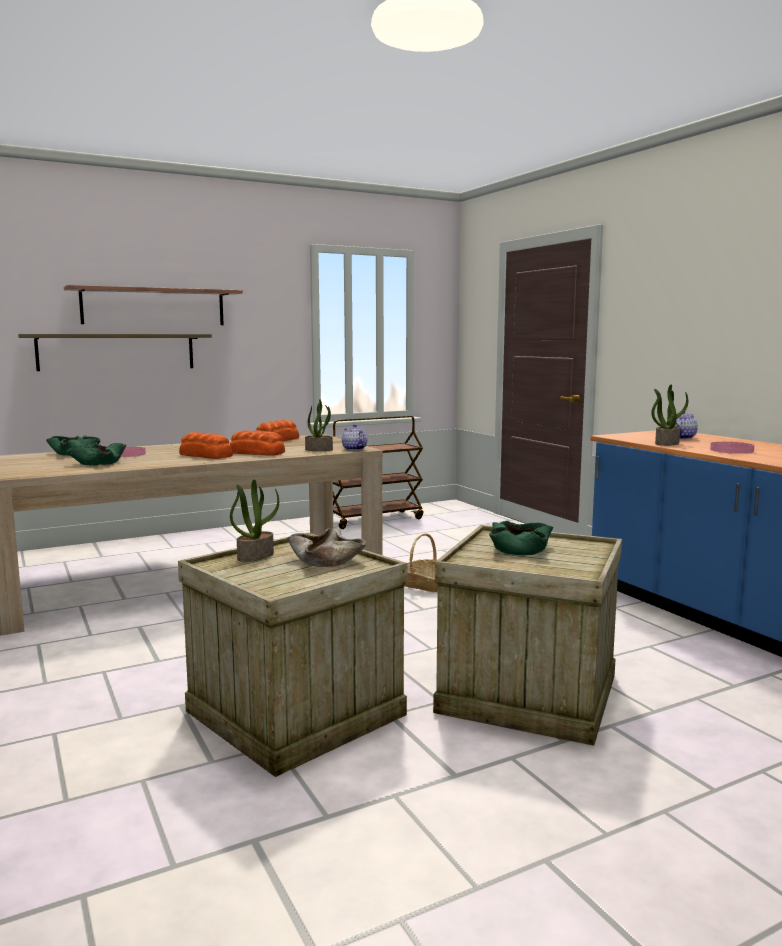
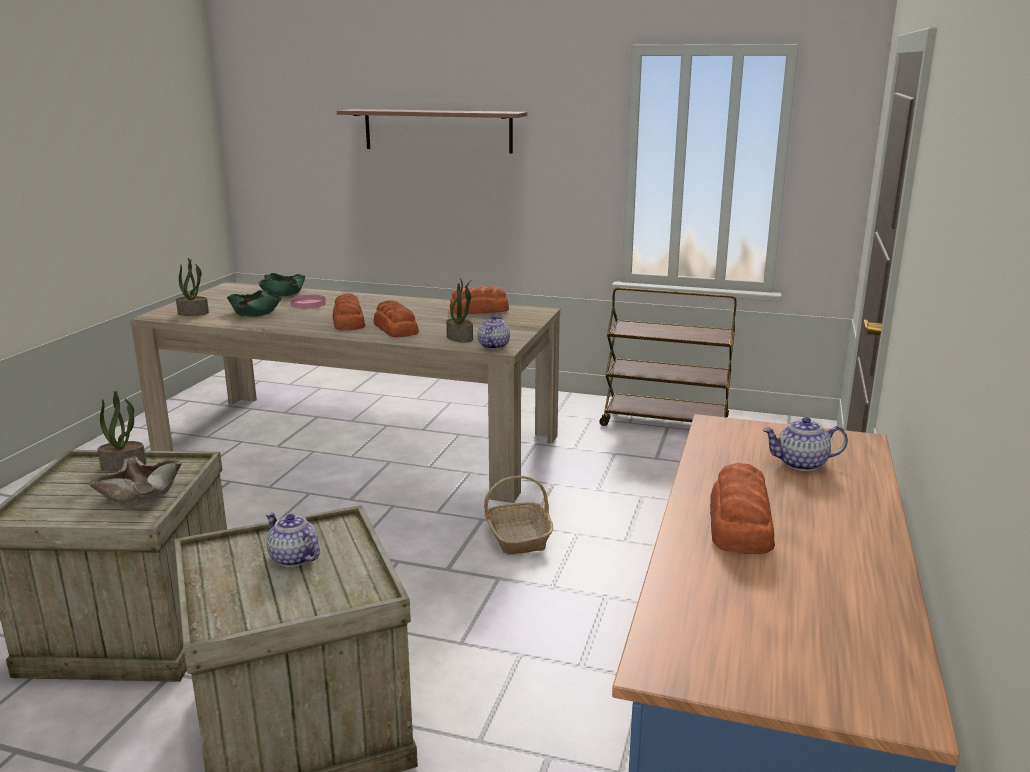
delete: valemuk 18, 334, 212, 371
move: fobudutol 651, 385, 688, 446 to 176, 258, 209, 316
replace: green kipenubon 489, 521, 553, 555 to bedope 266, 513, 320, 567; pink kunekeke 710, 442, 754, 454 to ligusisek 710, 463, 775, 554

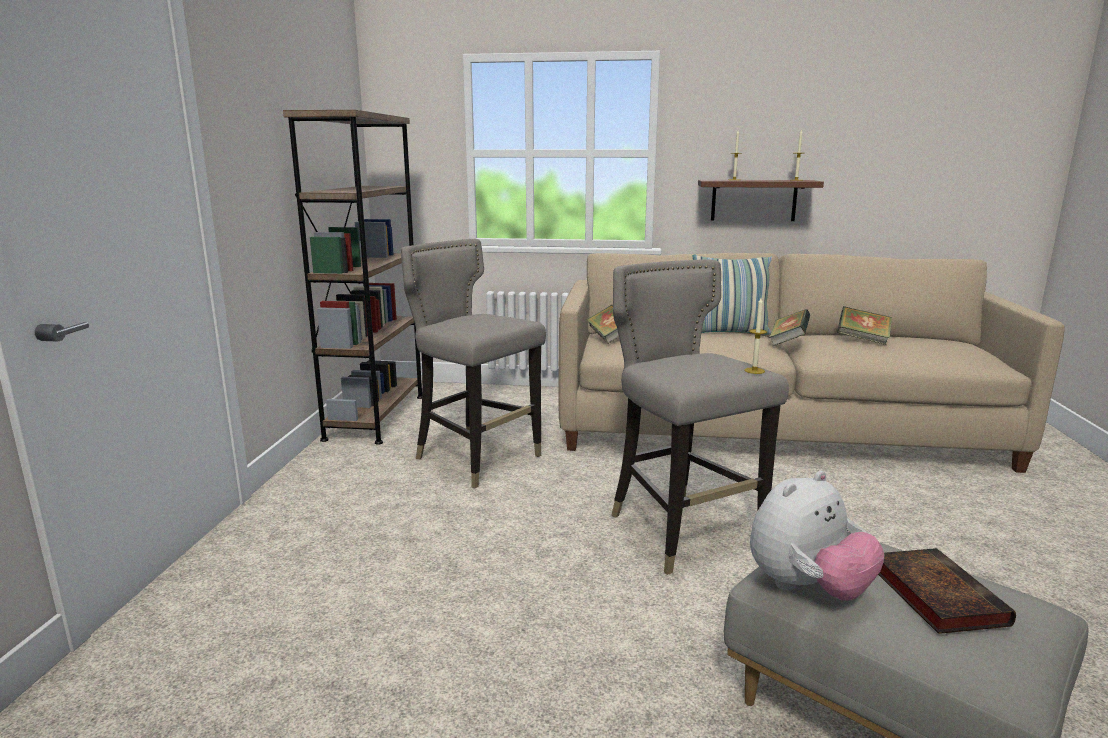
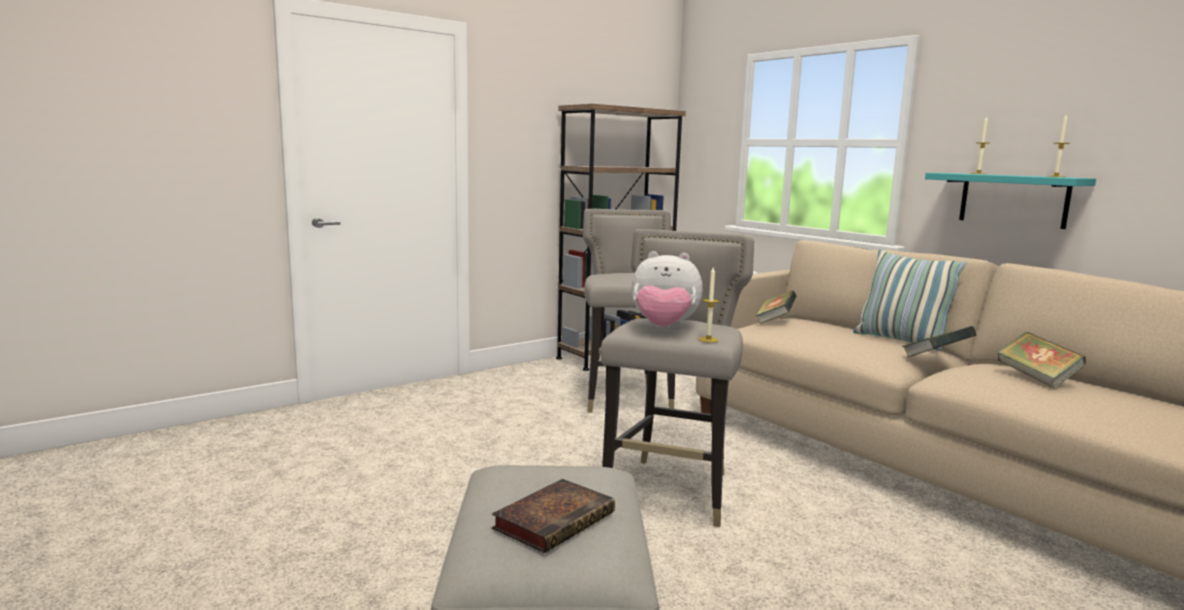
move: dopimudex 750, 471, 884, 601 to 631, 251, 703, 328
recolor: brown valemuk 698, 180, 824, 221 to turquoise valemuk 925, 173, 1096, 229

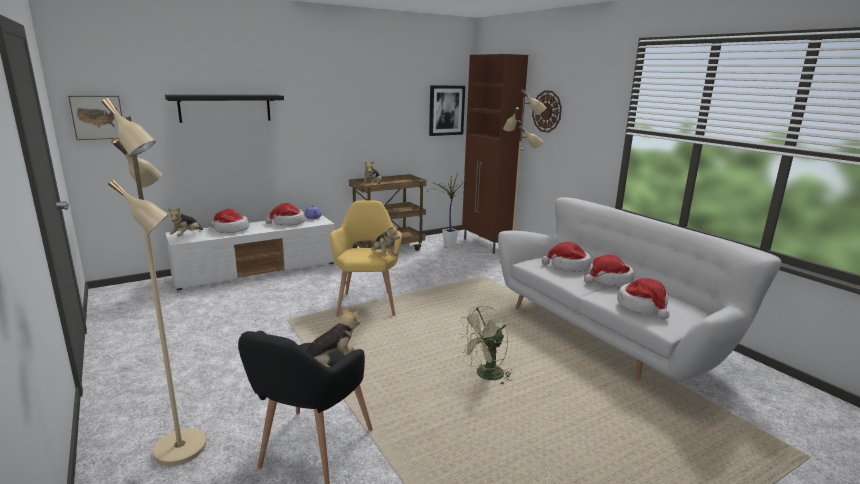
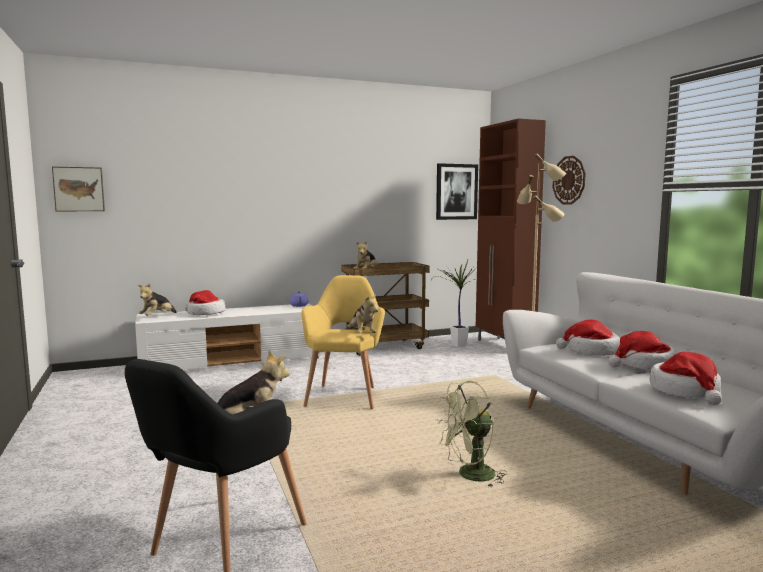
delete: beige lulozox 102, 98, 206, 466; black valemuk 165, 95, 284, 123; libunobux 265, 203, 305, 226

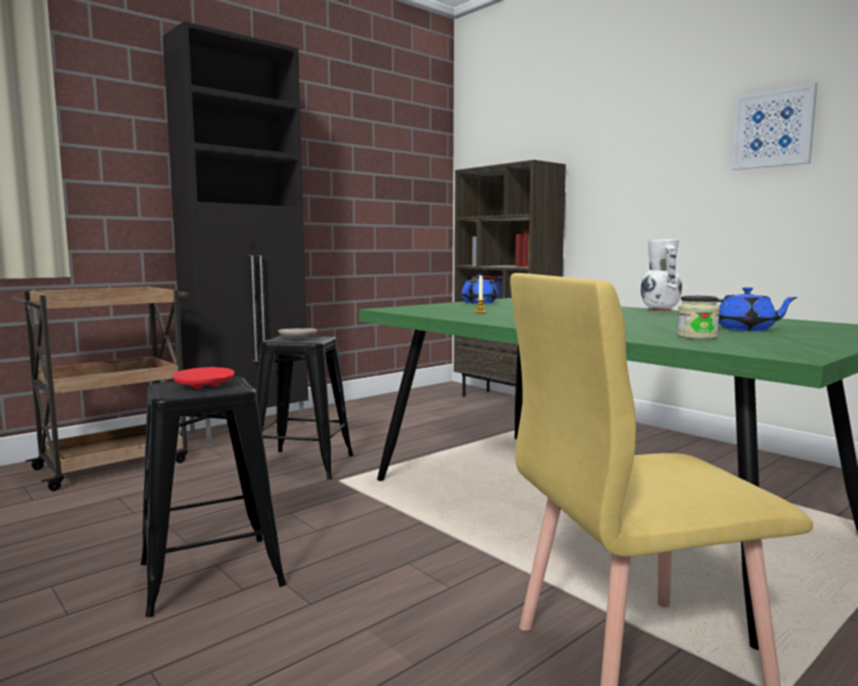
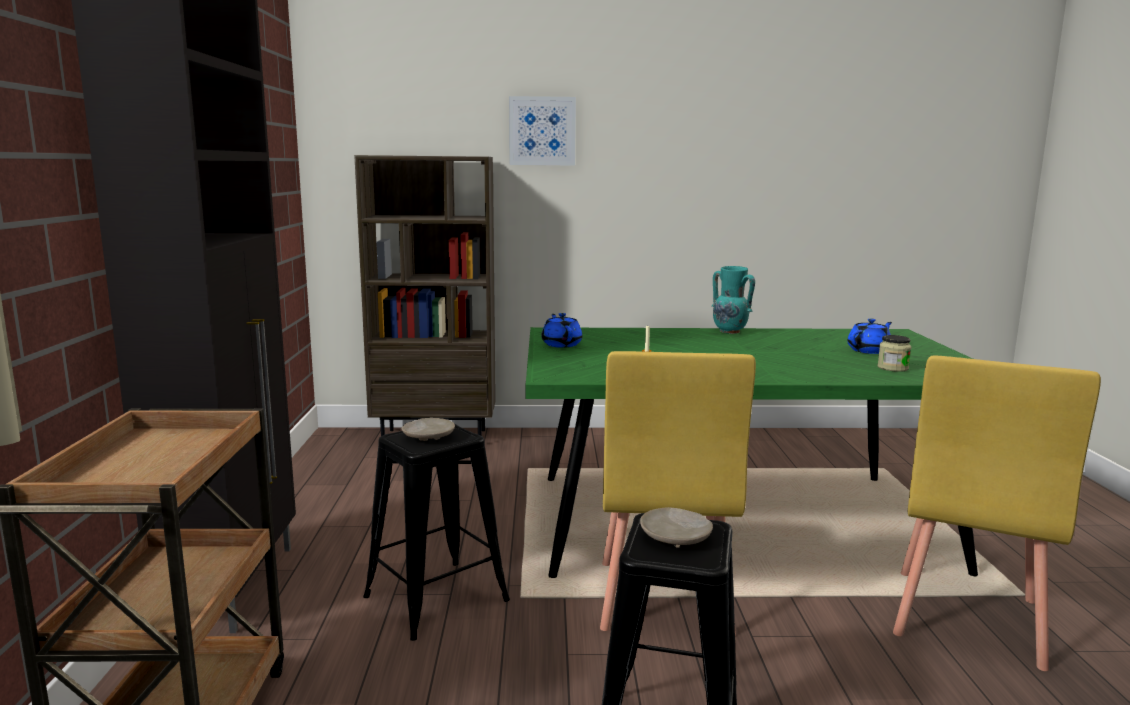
insert: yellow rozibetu 600, 351, 756, 635
move: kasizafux 731, 82, 817, 170 to 509, 96, 576, 166
recolor: red kunekeke 173, 367, 234, 389 to beige kunekeke 640, 507, 713, 545; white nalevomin 641, 239, 682, 312 to turquoise nalevomin 712, 266, 755, 334

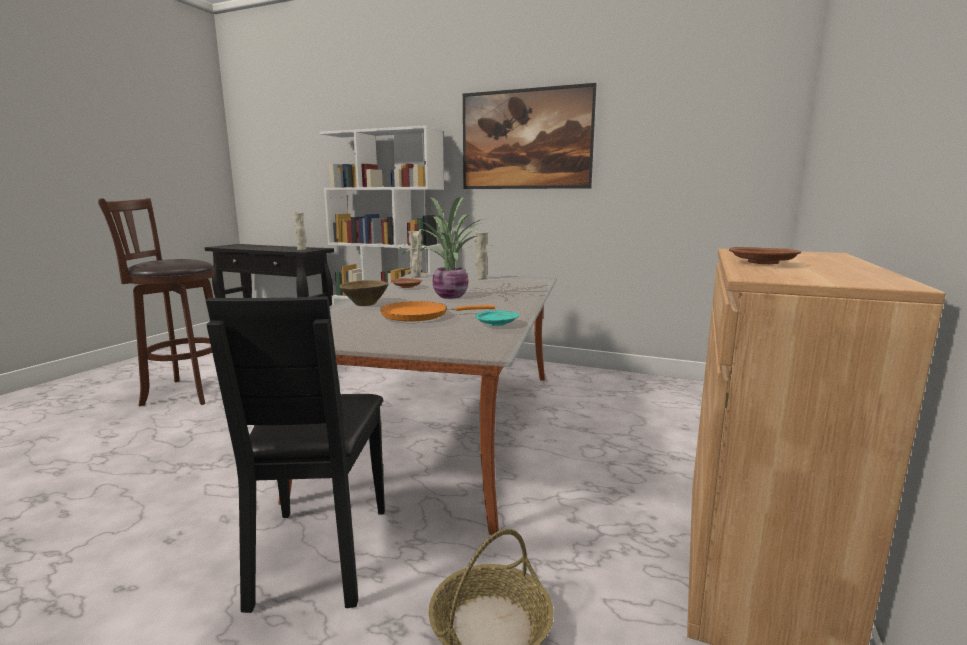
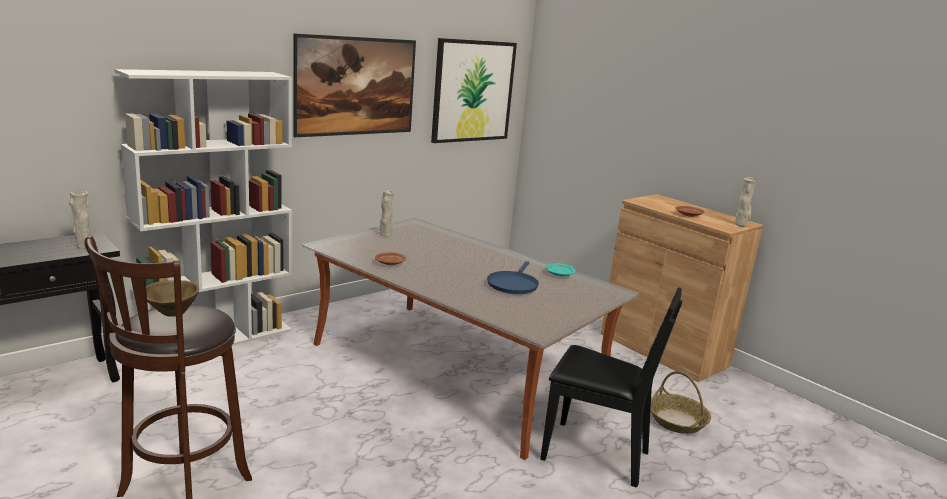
delete: fobudutol 398, 197, 505, 299
insert: kasizafux 431, 38, 517, 143
move: brown kipenubon 340, 280, 388, 306 to 146, 280, 199, 317; beige nalevomin 408, 230, 423, 278 to 735, 177, 756, 227
recolor: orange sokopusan 380, 301, 495, 321 to blue sokopusan 487, 261, 539, 294

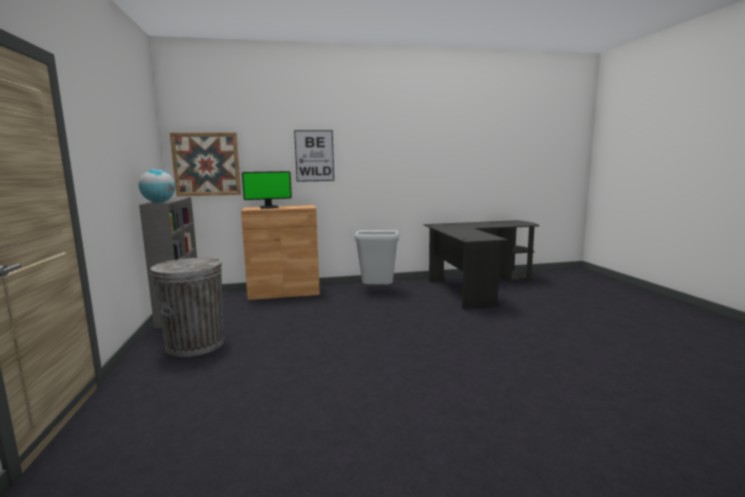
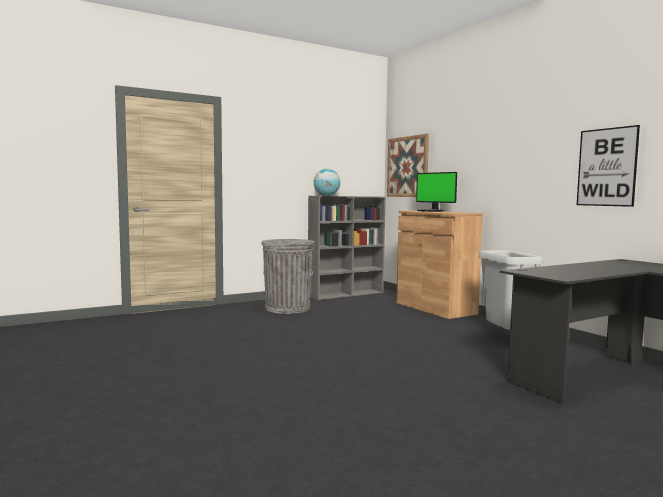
move: kasizafux 294, 130, 334, 182 to 577, 125, 640, 207

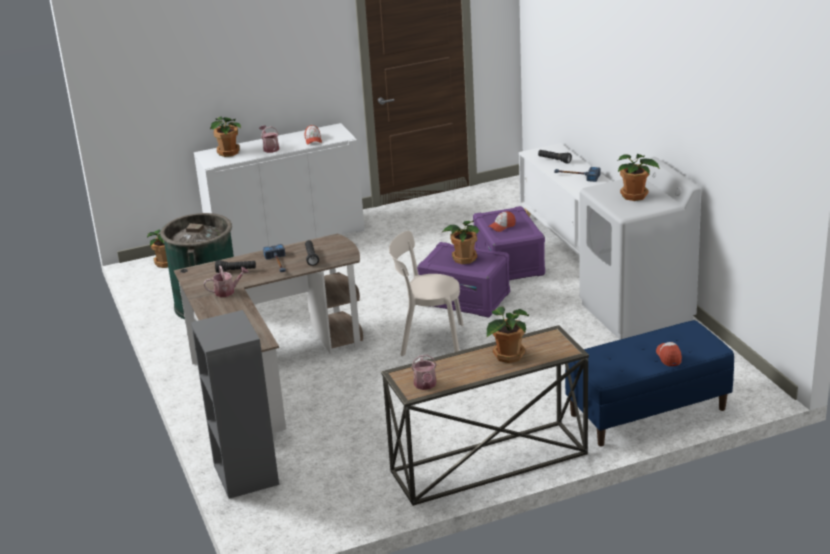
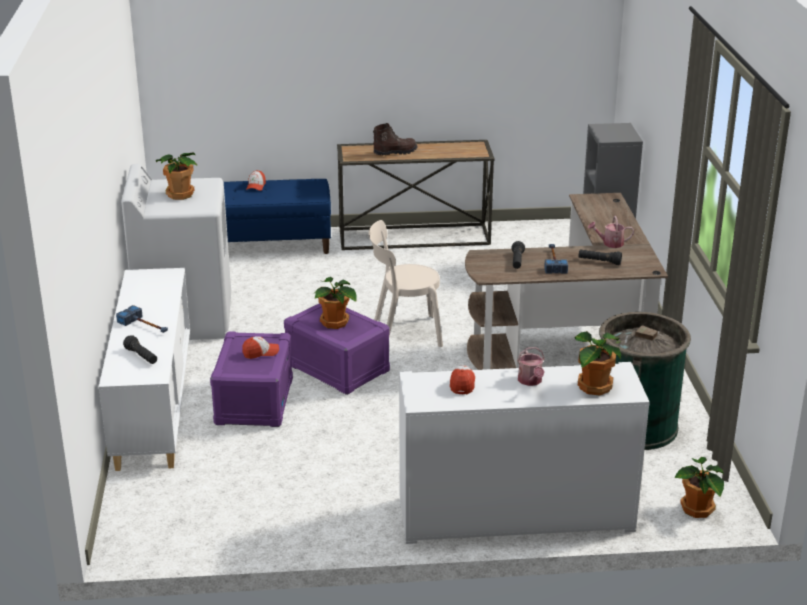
delete: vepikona 411, 355, 437, 390
replace: fobudutol 487, 306, 529, 363 to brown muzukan 373, 123, 418, 155
rotate: beige rozibetu 389, 231, 464, 356 = 368, 220, 443, 347 150 degrees clockwise

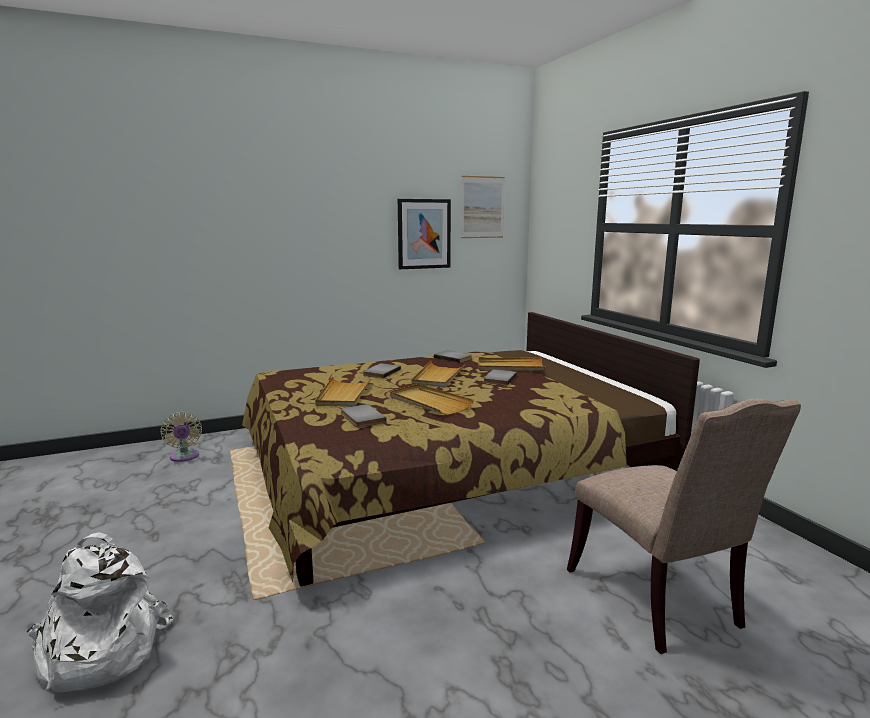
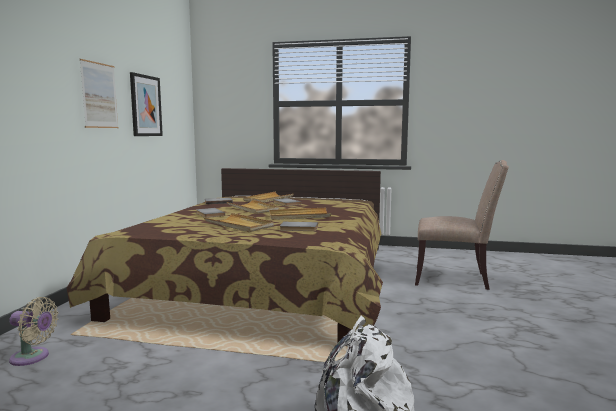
move: kasizafux 461, 176, 505, 238 to 80, 59, 118, 128

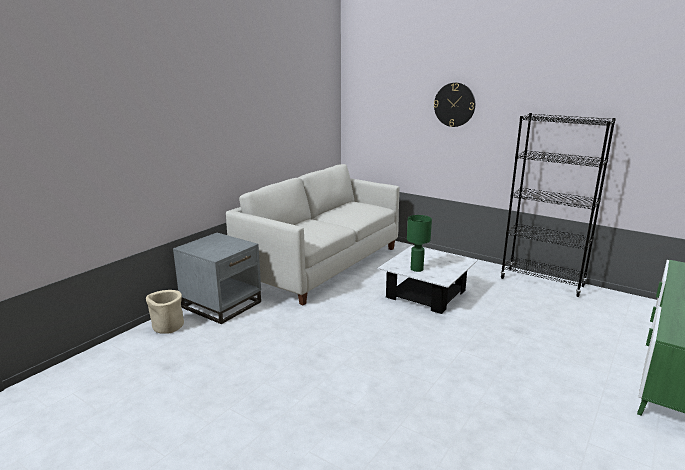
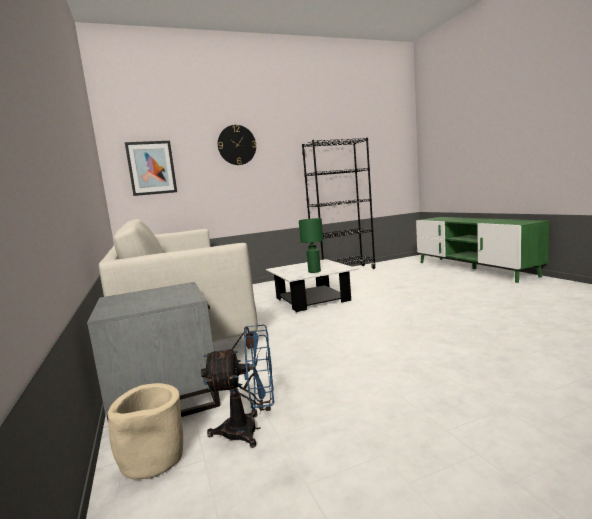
insert: kasizafux 125, 141, 177, 196; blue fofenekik 201, 325, 274, 448

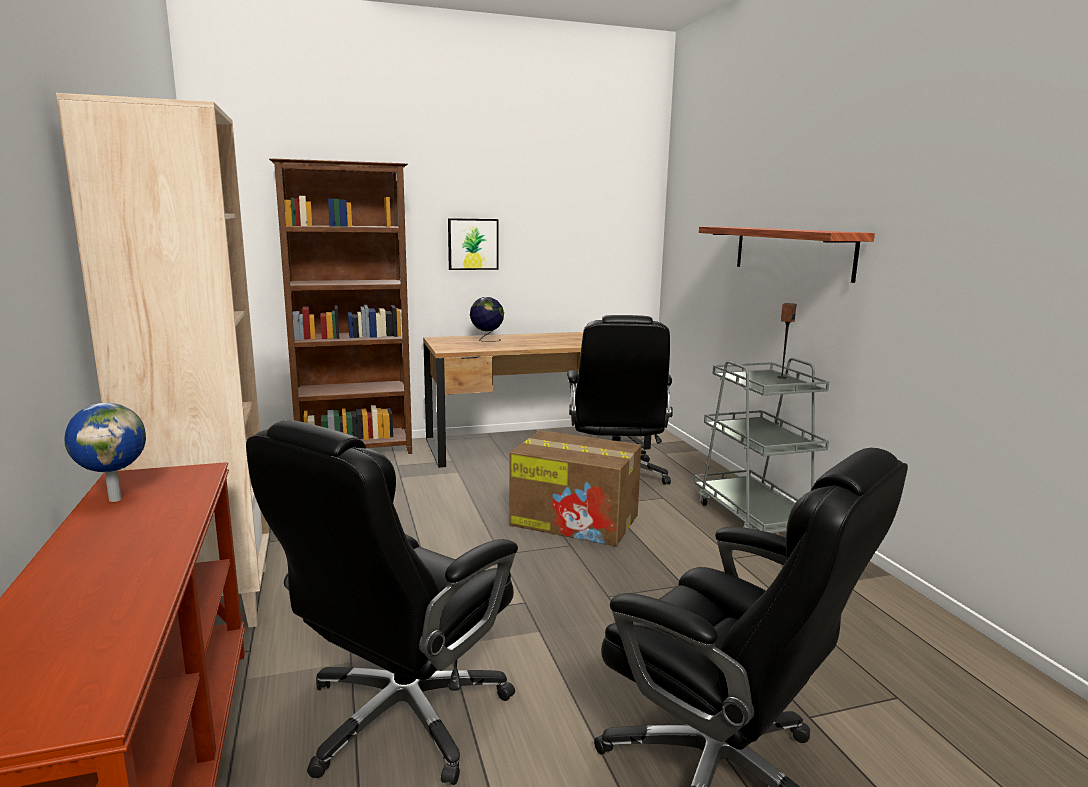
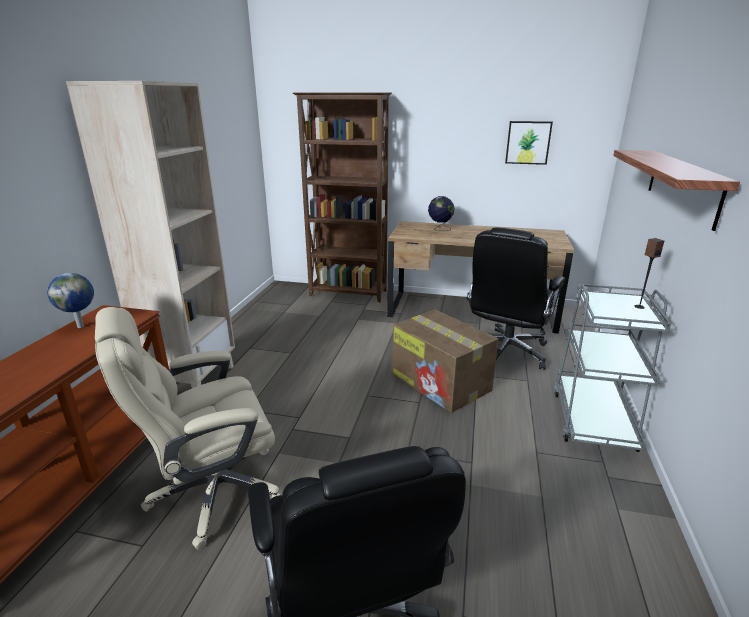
move: kasizafux 448, 218, 499, 270 to 505, 121, 553, 165
recolor: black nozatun 246, 420, 518, 785 to beige nozatun 95, 307, 280, 550

